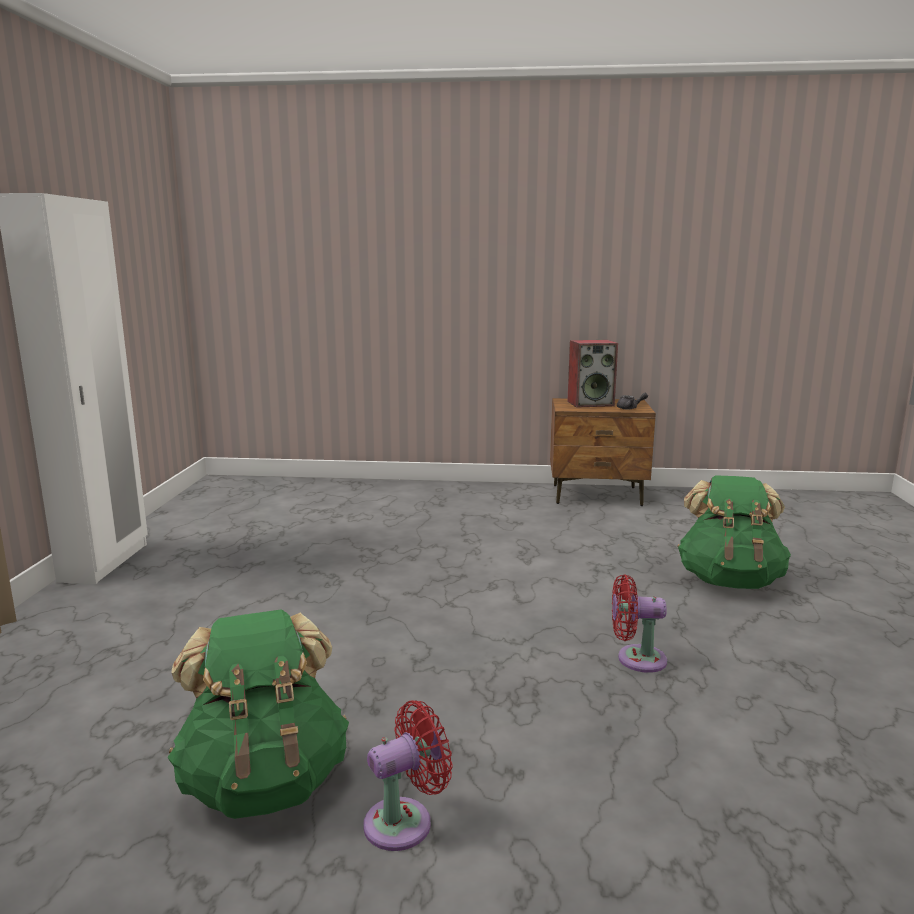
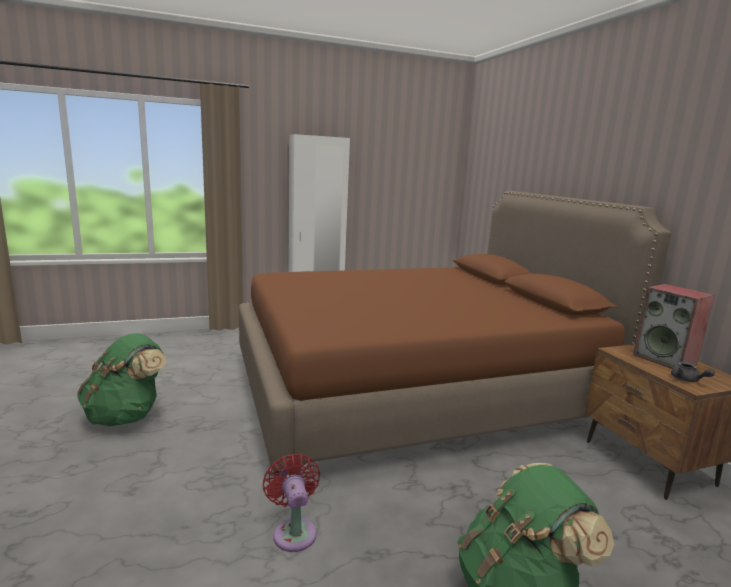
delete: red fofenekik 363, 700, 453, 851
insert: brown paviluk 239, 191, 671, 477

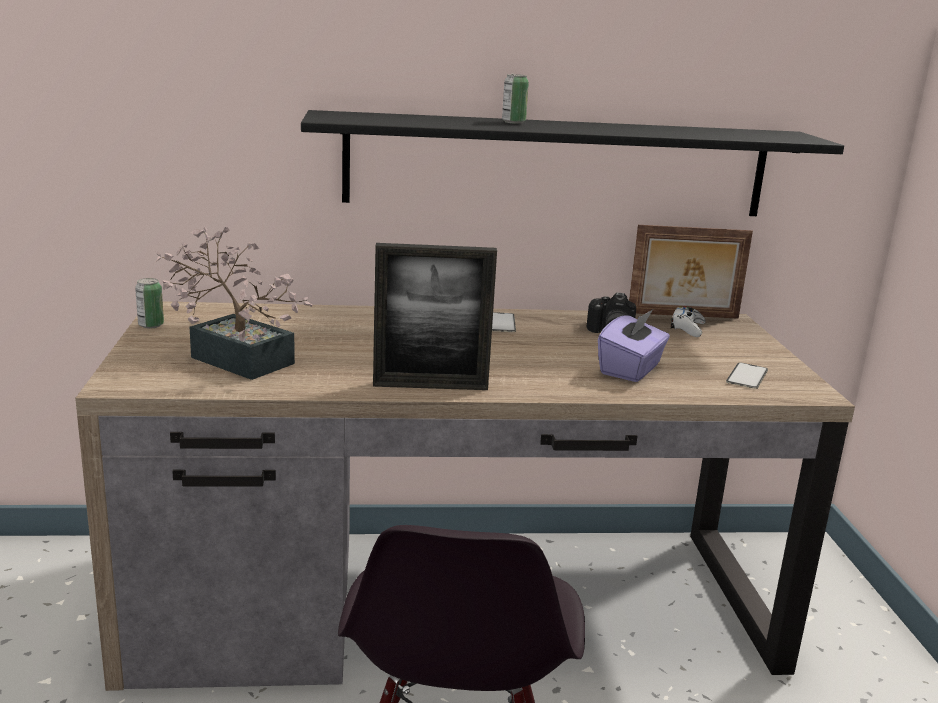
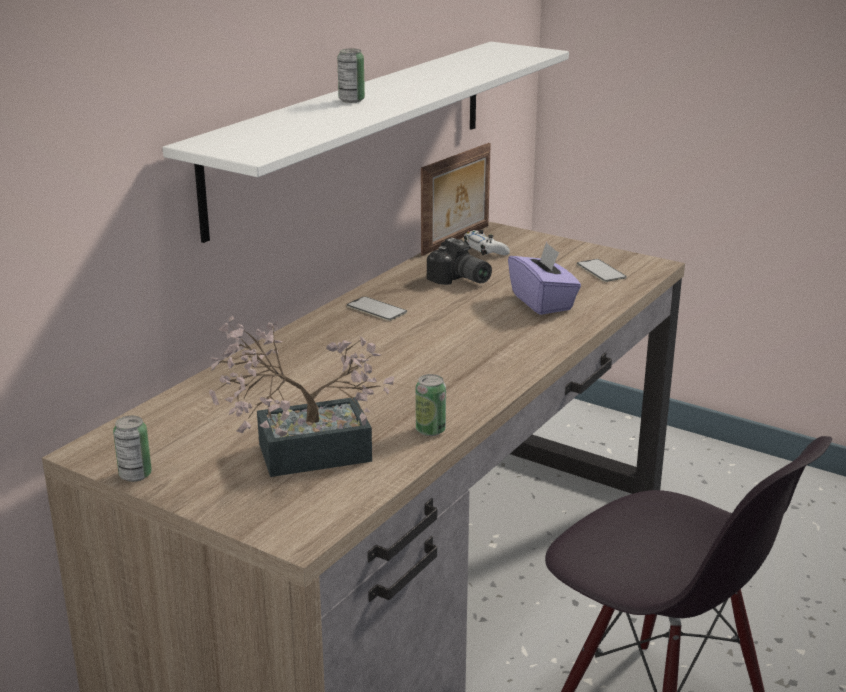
delete: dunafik 373, 243, 497, 390
insert: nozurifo 416, 374, 446, 436
recolor: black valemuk 301, 110, 844, 216 to white valemuk 163, 42, 569, 243

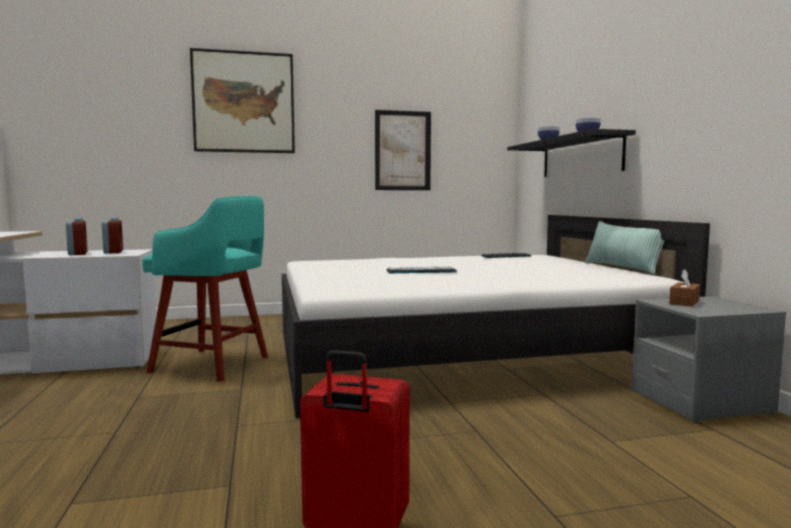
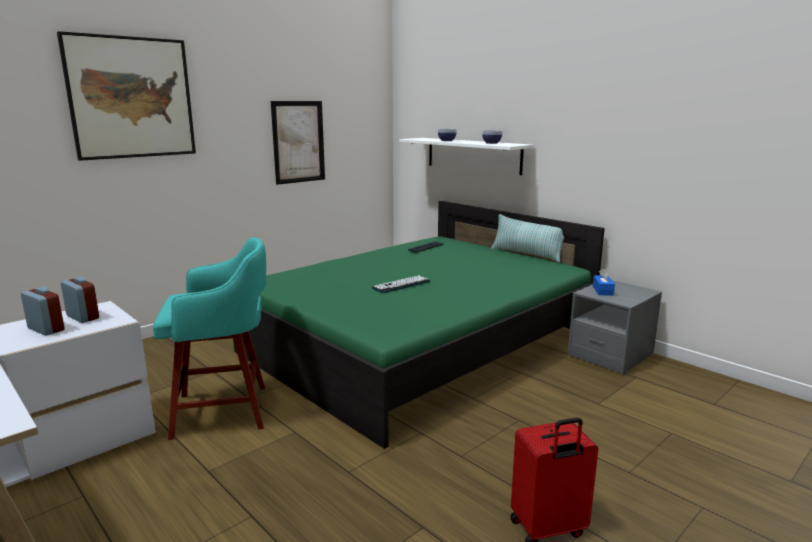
recolor: white paviluk 282, 215, 710, 418 to green paviluk 233, 201, 605, 449; black valemuk 507, 129, 636, 177 to white valemuk 399, 138, 534, 175; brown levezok 669, 269, 700, 307 to blue levezok 593, 268, 615, 296

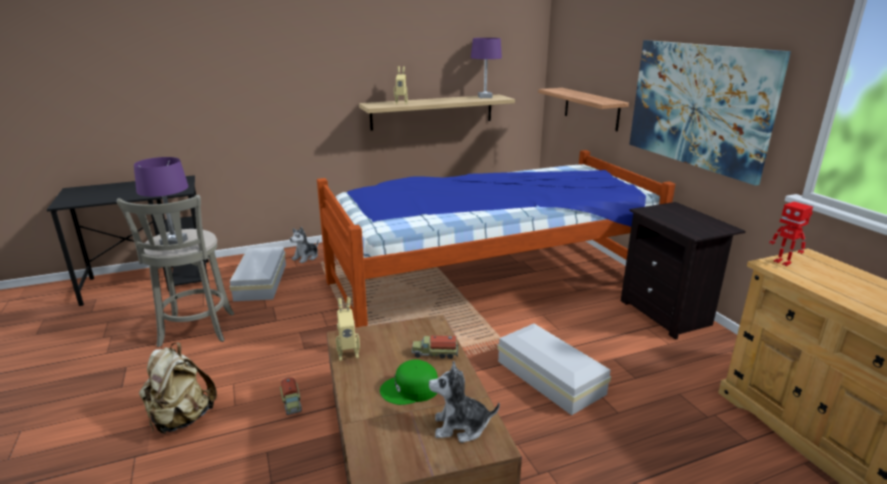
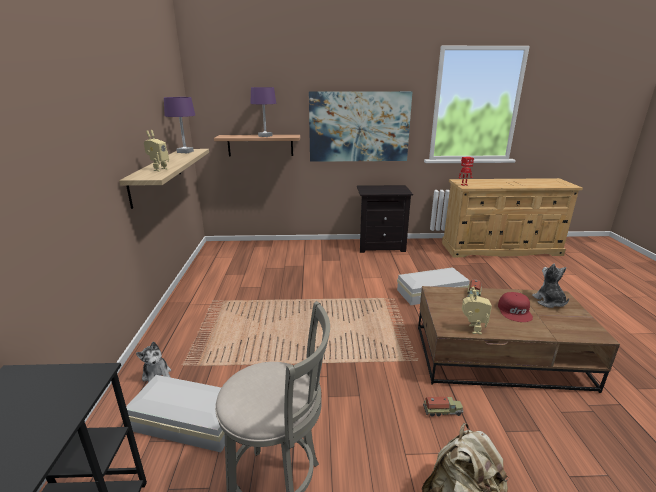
delete: paviluk 317, 150, 675, 328
move: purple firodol 134, 157, 188, 245 to 250, 87, 276, 137
recolor: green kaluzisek 380, 359, 438, 405 to red kaluzisek 498, 292, 533, 322
rotate: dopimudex 429, 361, 500, 443 = 532, 263, 569, 308 150 degrees clockwise

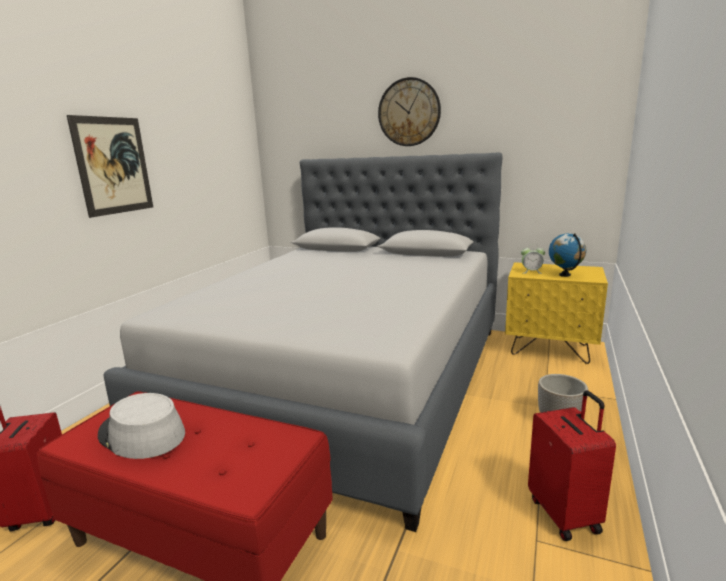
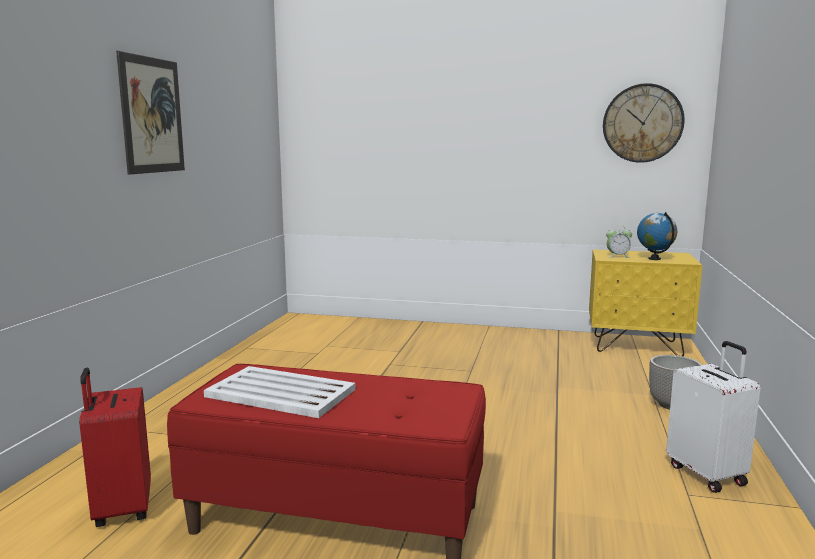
delete: grey paviluk 103, 153, 502, 532
move: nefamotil 378, 77, 441, 146 to 603, 83, 685, 163
replace: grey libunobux 98, 393, 185, 459 to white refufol 204, 366, 356, 418
recolor: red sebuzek 528, 390, 616, 541 to white sebuzek 666, 341, 760, 493

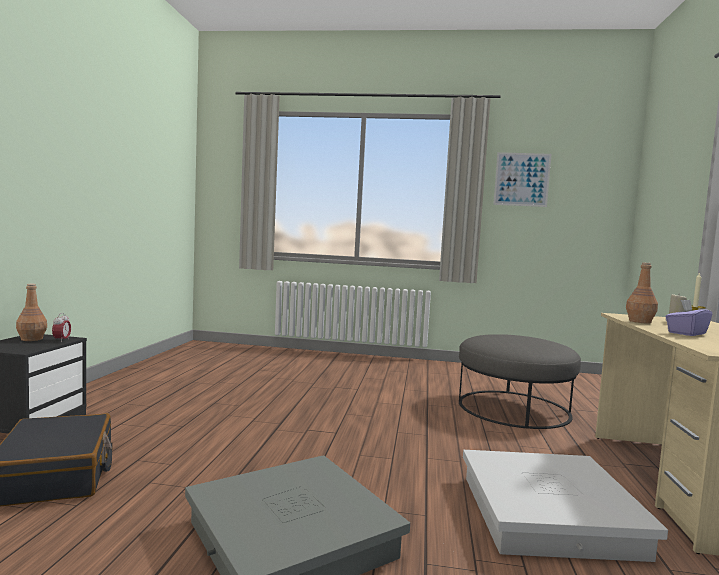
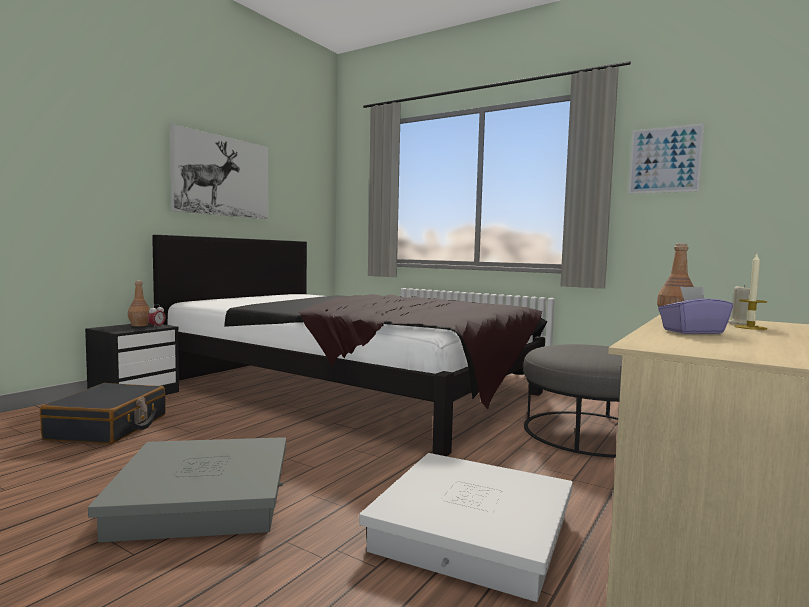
insert: paviluk 152, 235, 547, 456; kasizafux 170, 124, 268, 219

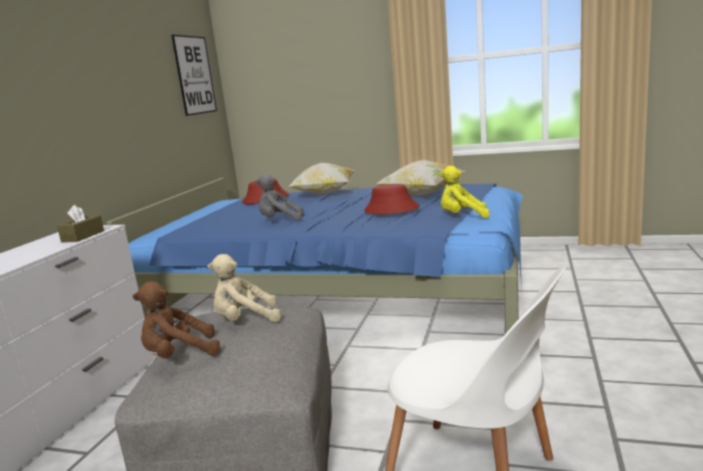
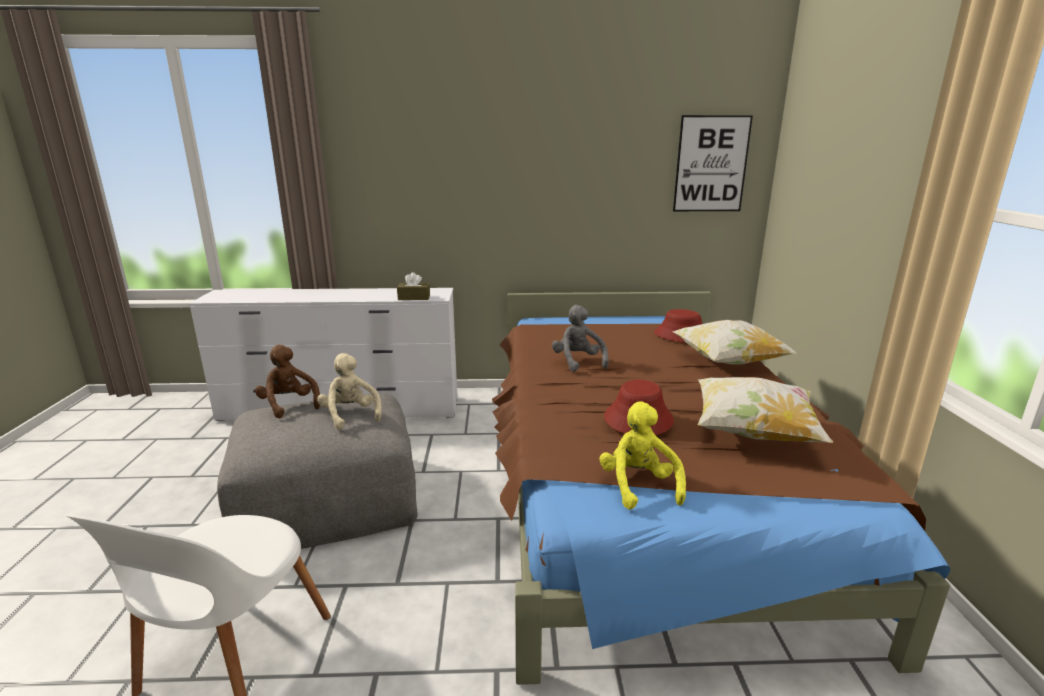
recolor: blue paviluk 107, 178, 523, 333 to brown paviluk 492, 291, 950, 685

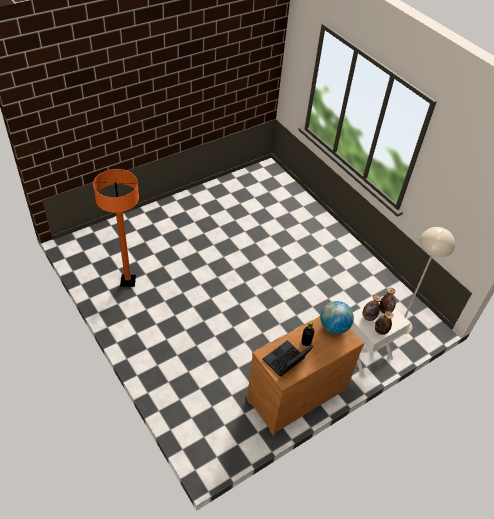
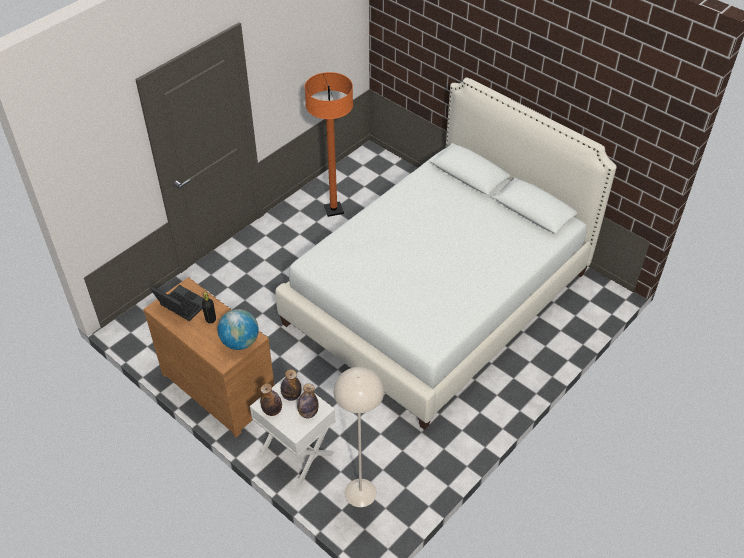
insert: white paviluk 275, 78, 617, 430

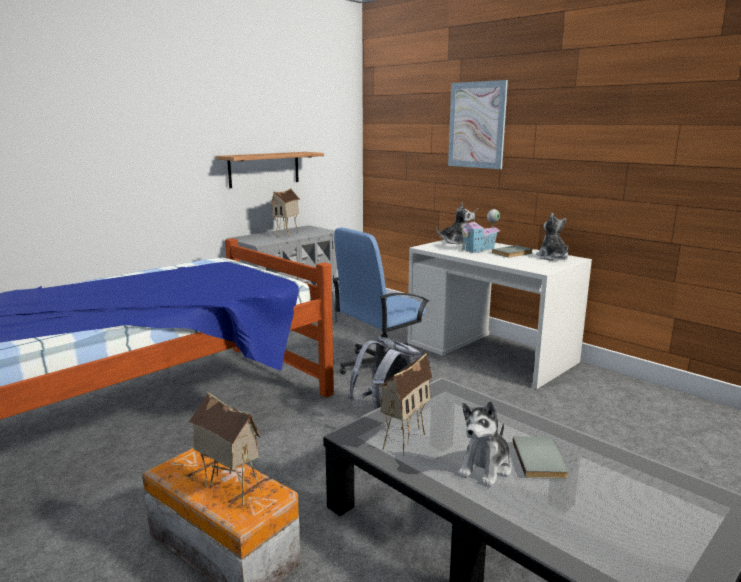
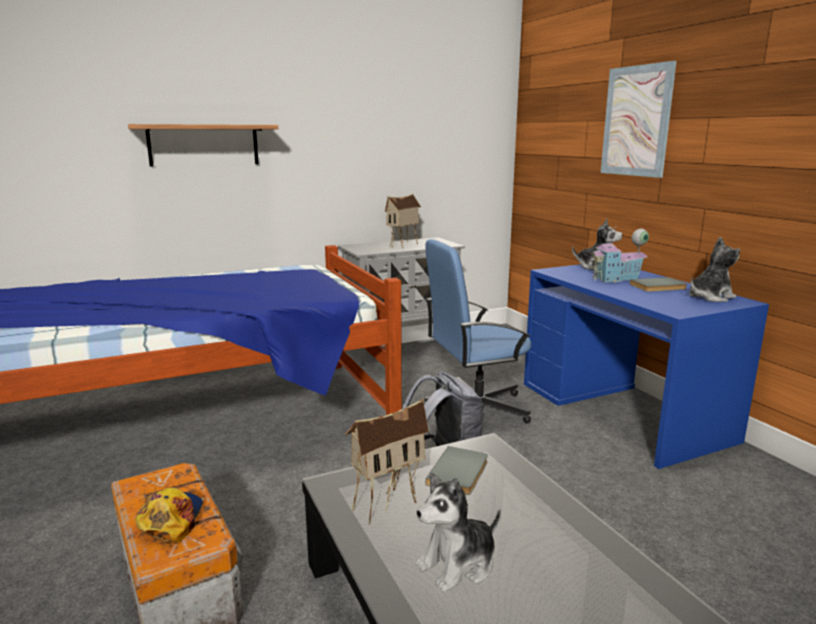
move: valemuk 216, 152, 324, 188 to 128, 124, 278, 167; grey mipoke 513, 437, 569, 479 to 425, 446, 488, 495
replace: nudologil 189, 392, 262, 505 to kaluzisek 135, 488, 203, 543
recolor: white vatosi 407, 240, 592, 389 to blue vatosi 524, 264, 769, 469
rotate: dopimudex 536, 213, 568, 261 = 689, 237, 740, 302 60 degrees clockwise

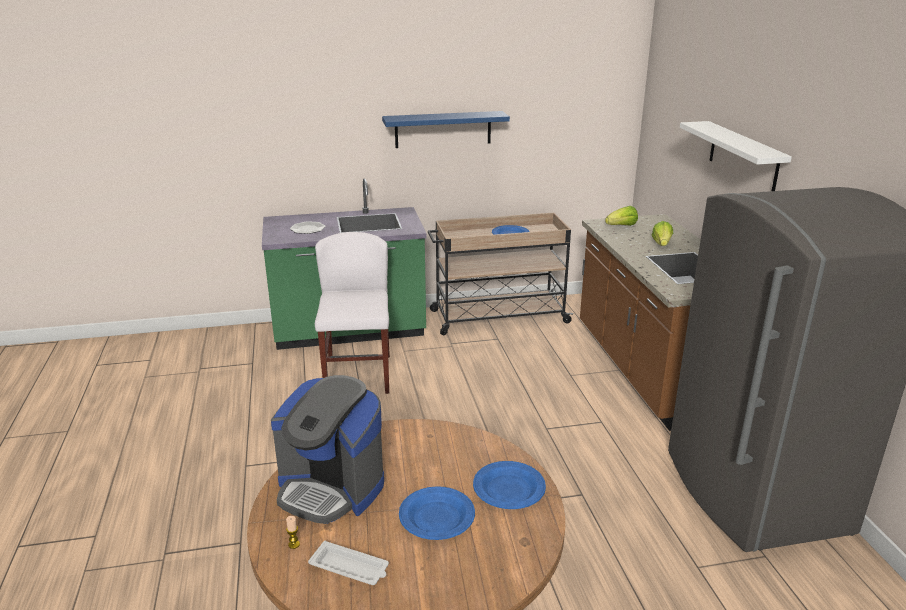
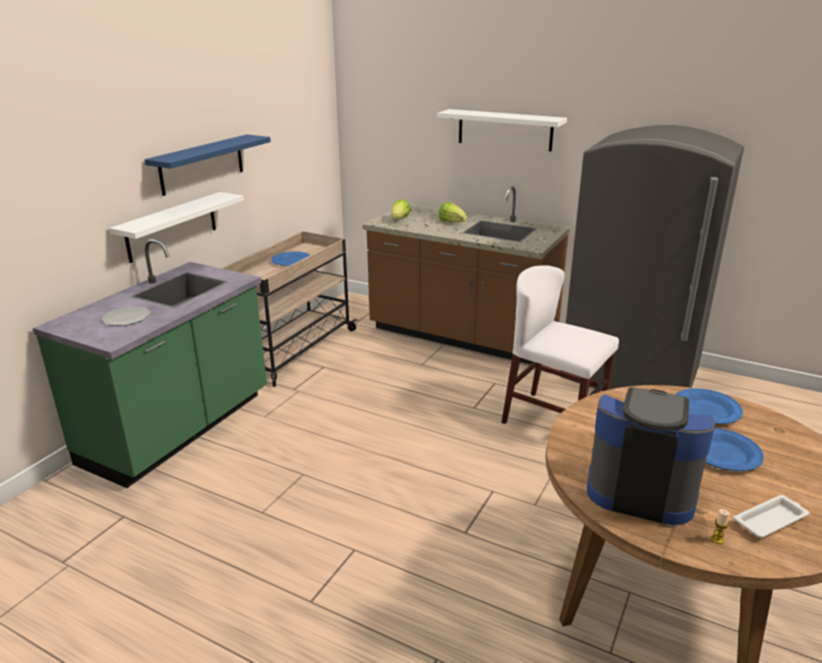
insert: white valemuk 109, 192, 244, 263
move: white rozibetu 315, 232, 390, 394 to 501, 265, 619, 424
rotate: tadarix 271, 375, 384, 524 = 587, 387, 715, 525 135 degrees counterclockwise

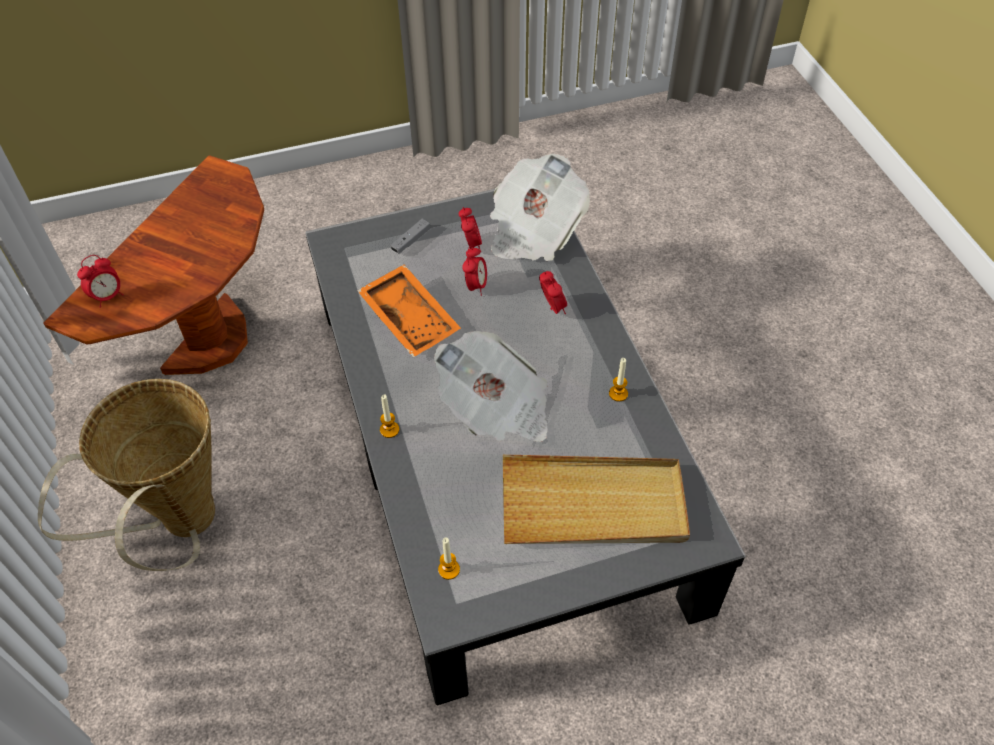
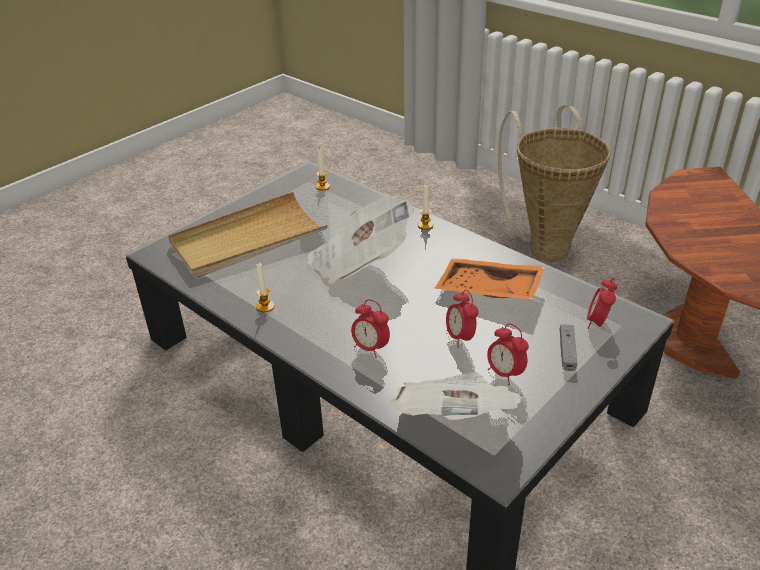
move: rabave 77, 255, 124, 308 to 587, 278, 617, 329

